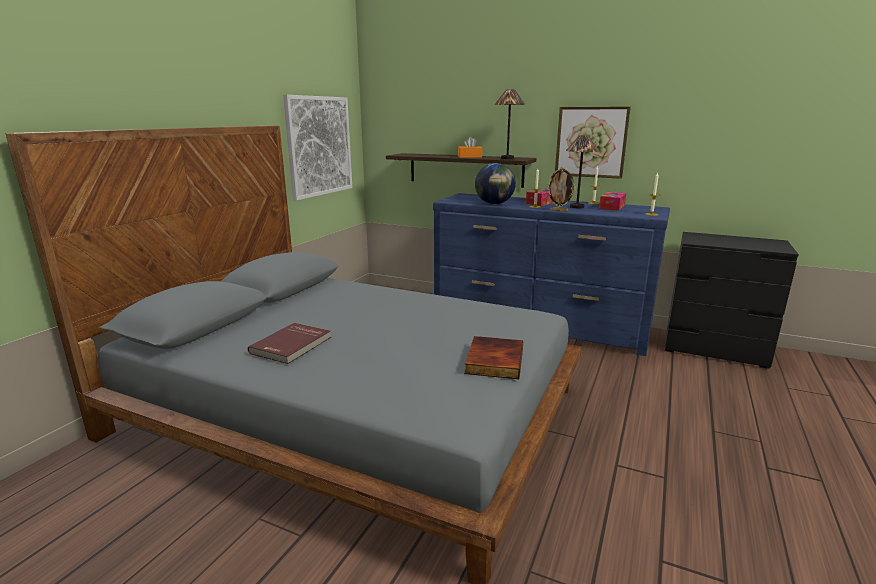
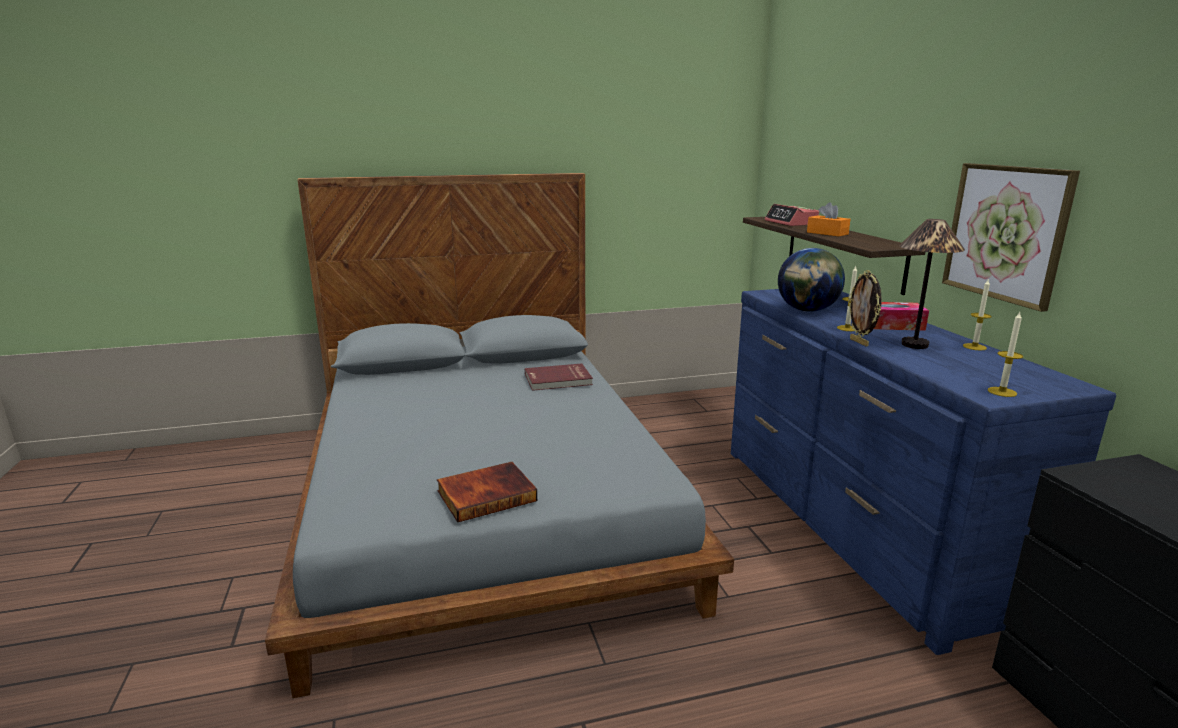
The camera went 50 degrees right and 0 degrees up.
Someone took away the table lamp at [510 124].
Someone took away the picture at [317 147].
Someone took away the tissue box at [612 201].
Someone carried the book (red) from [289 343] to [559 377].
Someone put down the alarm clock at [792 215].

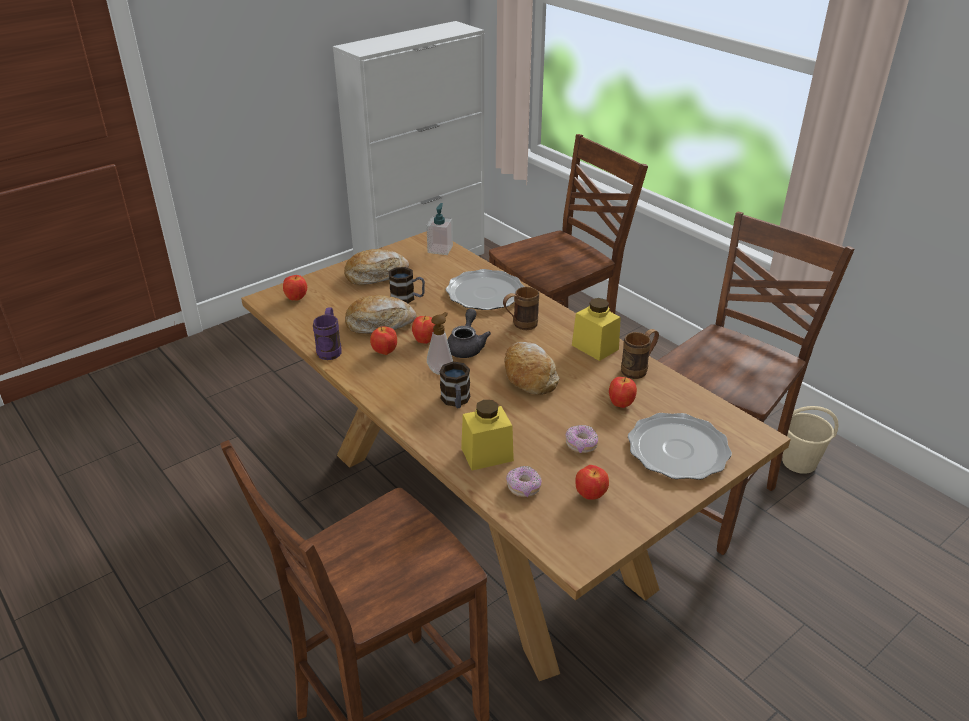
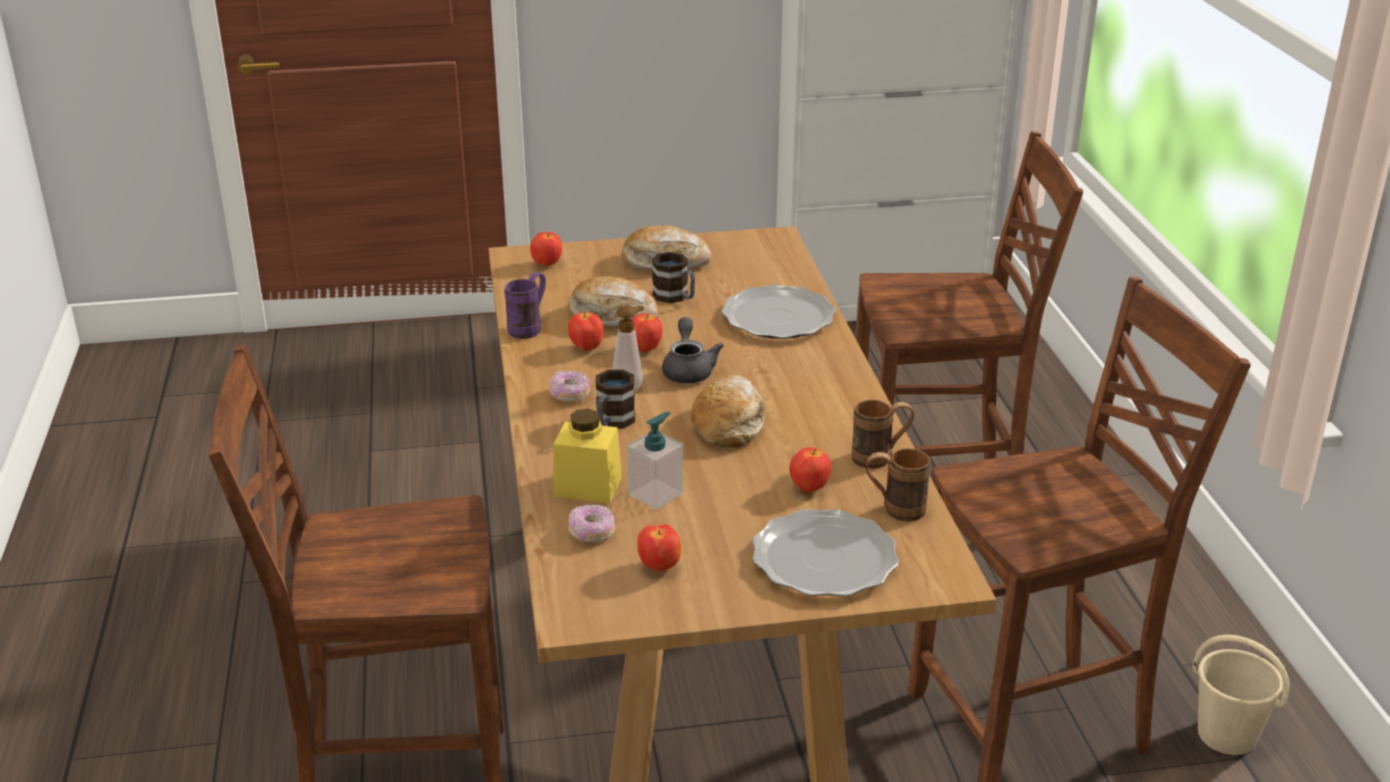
The camera went 30 degrees right and 5 degrees down.
Someone carried the soap dispenser from [439 229] to [655 461].
Someone carried the mug (brown) from [521 308] to [898 485].
Someone took away the jar (yellow) at [596 329].
Someone rotated the teapot (grey) at [469 333] by 45 degrees counterclockwise.
Someone carried the donut from [582 439] to [569 386].

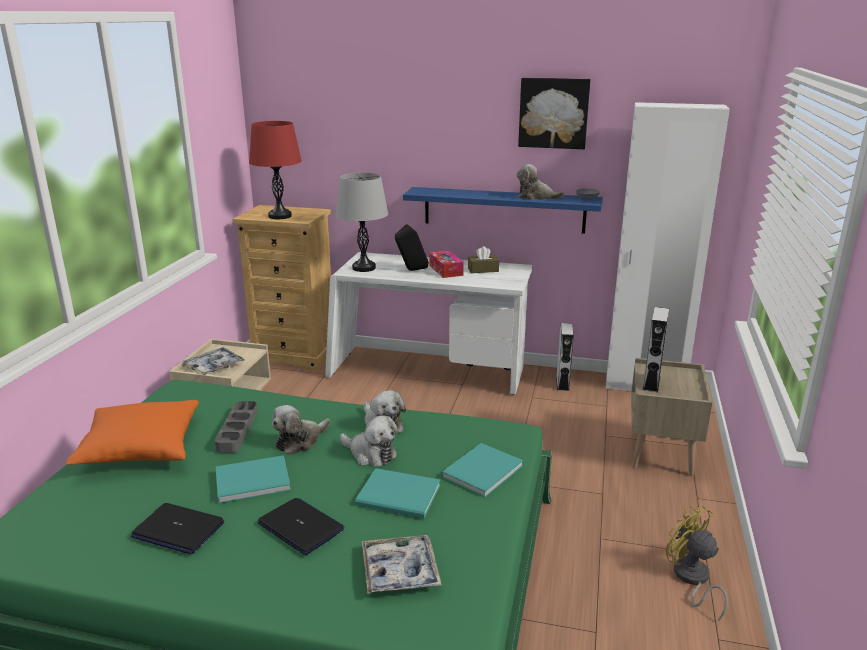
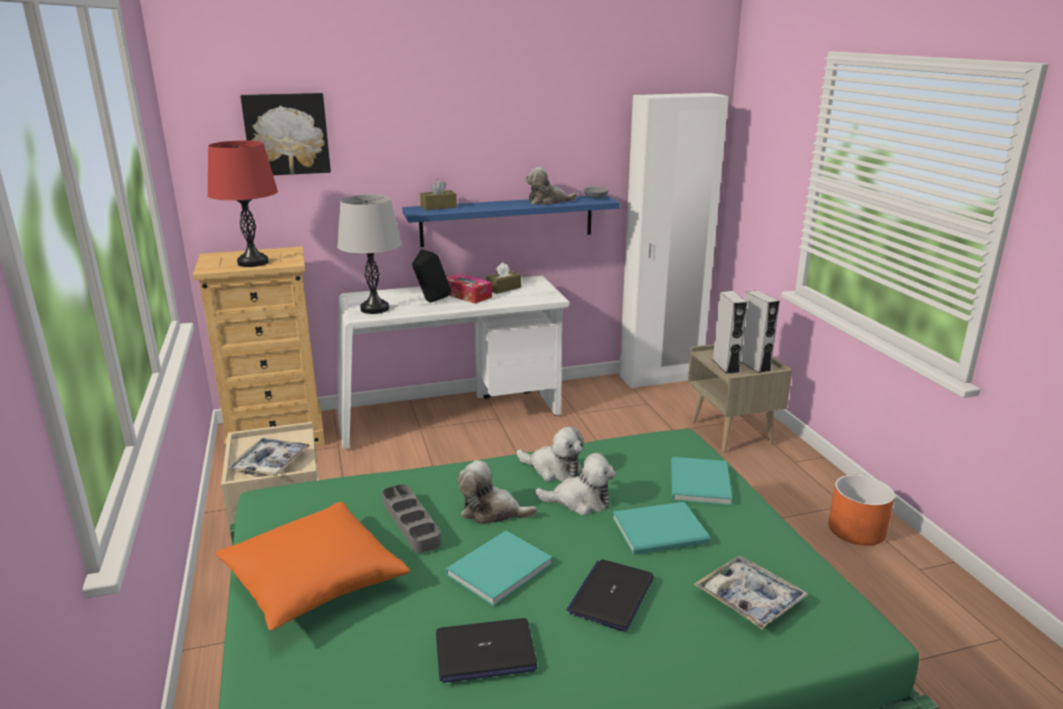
The camera went 30 degrees left and 0 degrees up.
Someone carried the picture from [554 113] to [286 134].
Someone carried the speaker (grey) from [565 357] to [759 331].
Someone rotated the plush toy at [301 430] by 90 degrees clockwise.
Someone rotated the laptop at [301 526] by 75 degrees counterclockwise.
Someone swapped the fan (yellow) at [697 563] for the planter (orange) at [861 510].
Someone put down the tissue box (brown) at [438 194].

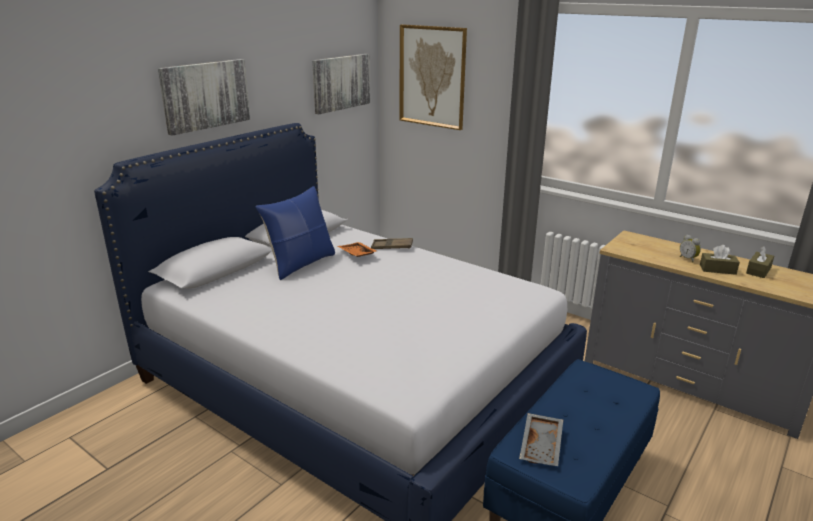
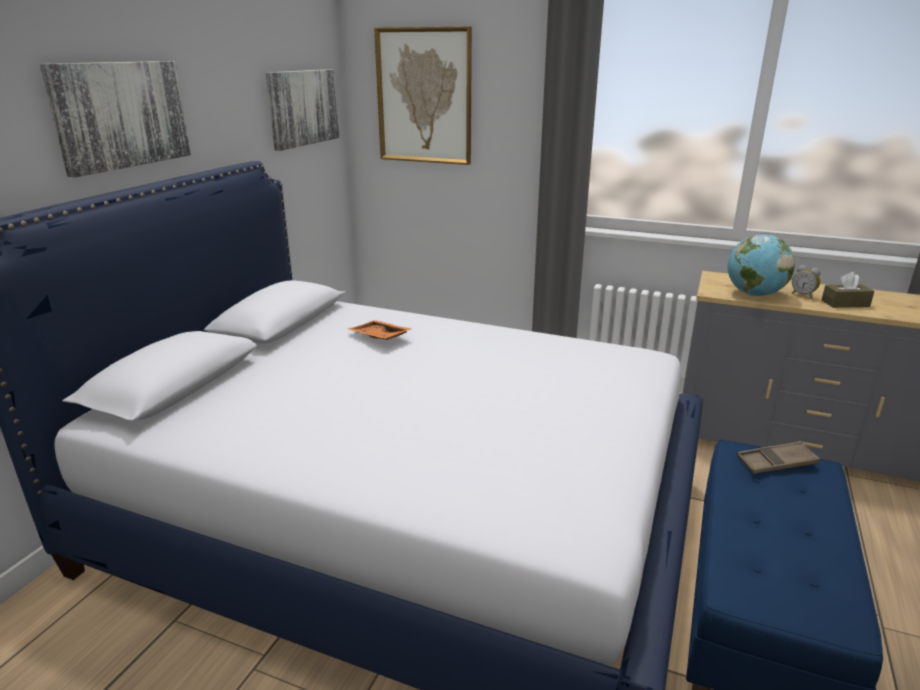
The camera went 15 degrees left and 0 degrees up.
Someone took away the pillow (blue) at [295 233].
Someone carried the tray (brown) from [392 243] to [778 457].
Someone took away the tissue box (brown) at [760 262].
Someone took away the tray (grey) at [541 439].
Someone put down the globe at [761 265].

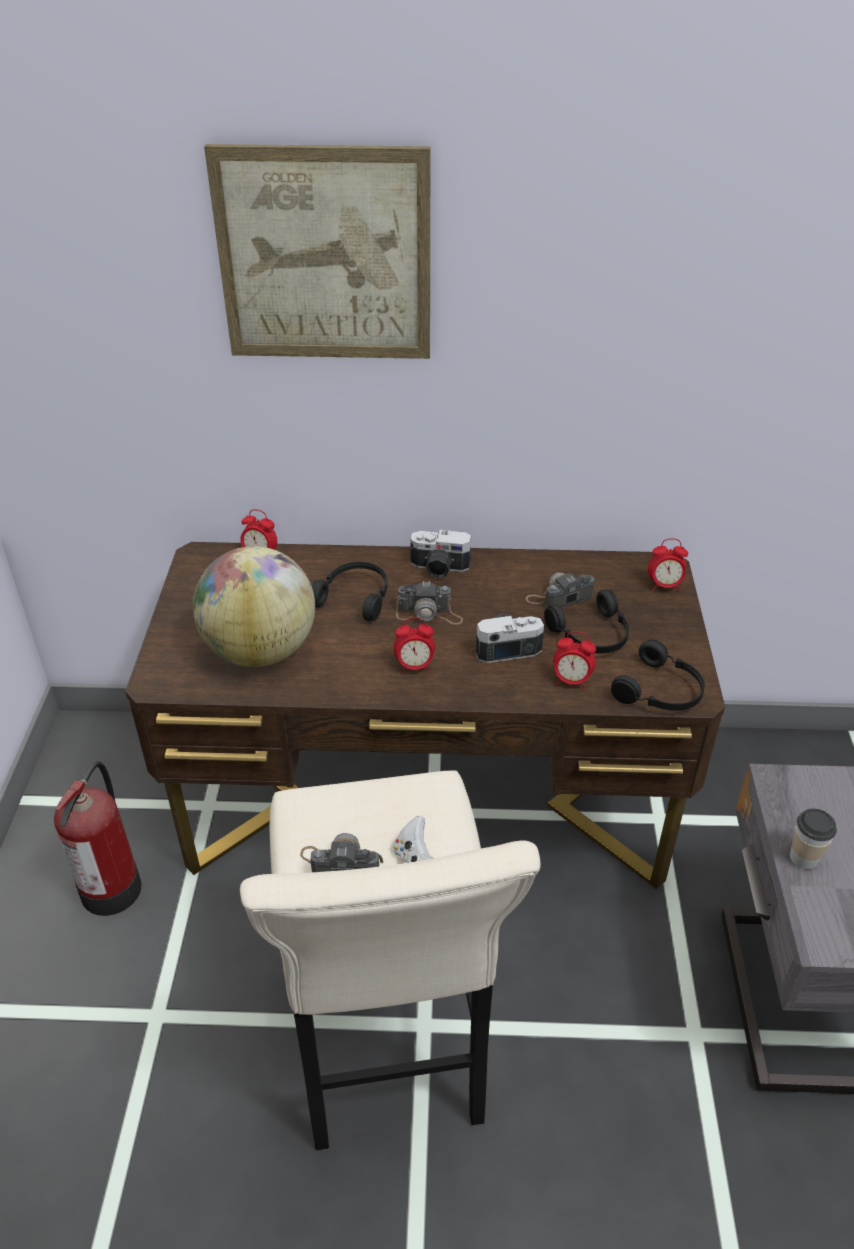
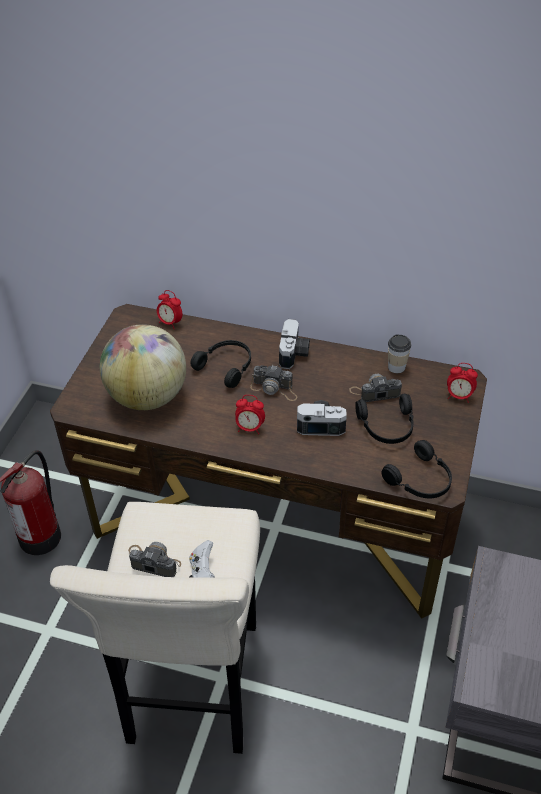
The camera went 15 degrees right and 5 degrees up.
Someone took away the picture at [317 251].
Someone rotated the photo camera at [440 554] by 105 degrees counterclockwise.
Someone took away the alarm clock at [574 660].
Someone carried the cup from [813 839] to [399 353].

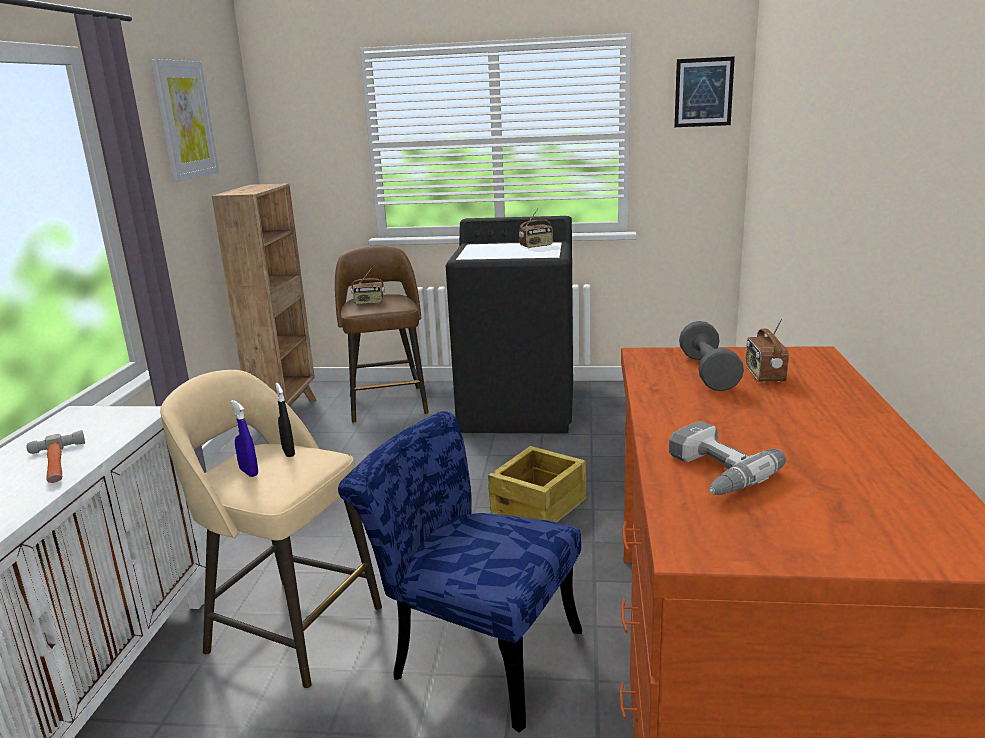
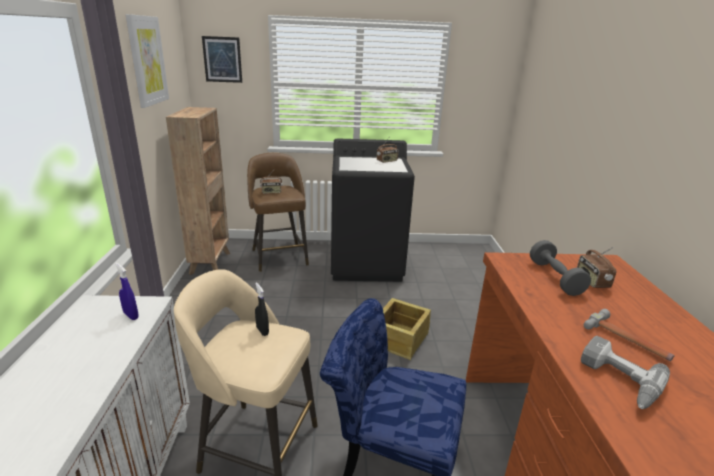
The camera went 10 degrees left and 5 degrees up.
Someone carried the picture from [704 91] to [222 59].
Someone carried the spray bottle (blue) from [244 438] to [127 291].
Someone carried the hammer from [55 456] to [629 335].

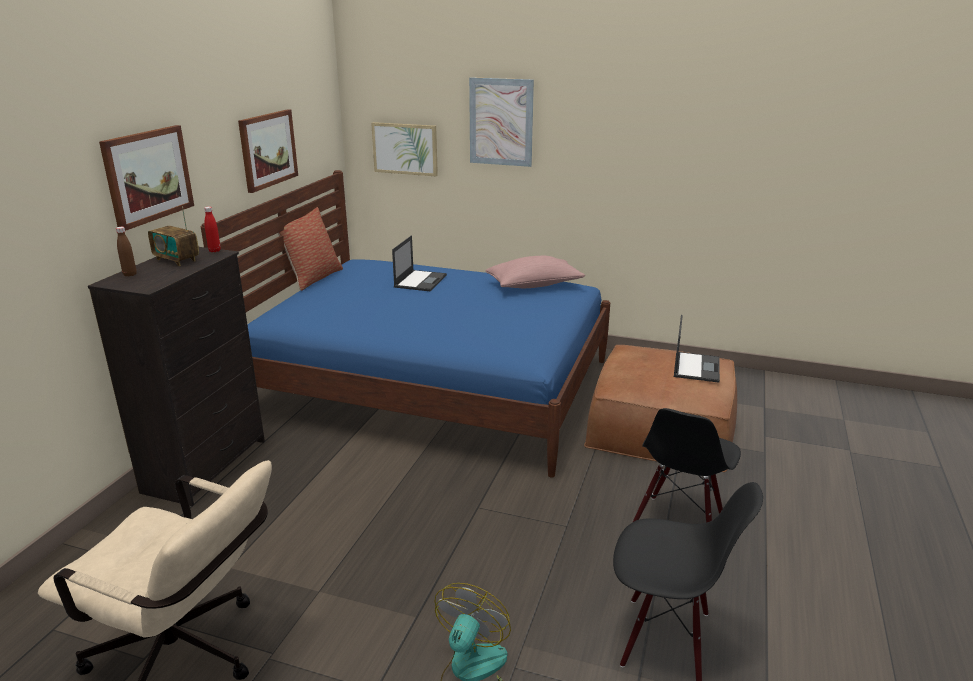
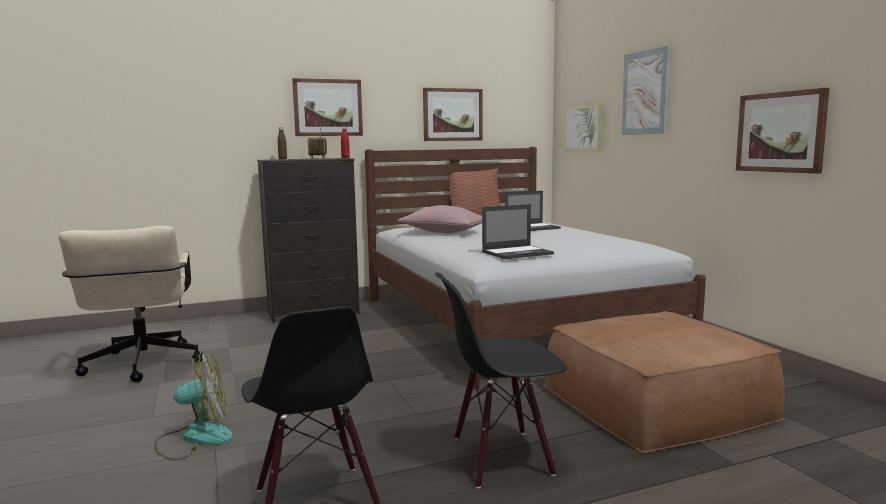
The camera went 50 degrees right and 15 degrees down.
Someone repainted the bed (blue) at [405 324], which became the bed (white) at [535 268].
Someone carried the pillow (pink) from [535 272] to [440 219].
Someone carried the laptop from [697 349] to [518 231].
Someone put up the picture at [782 131].

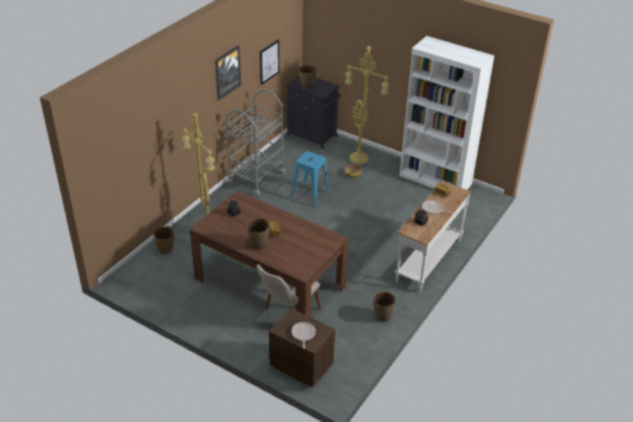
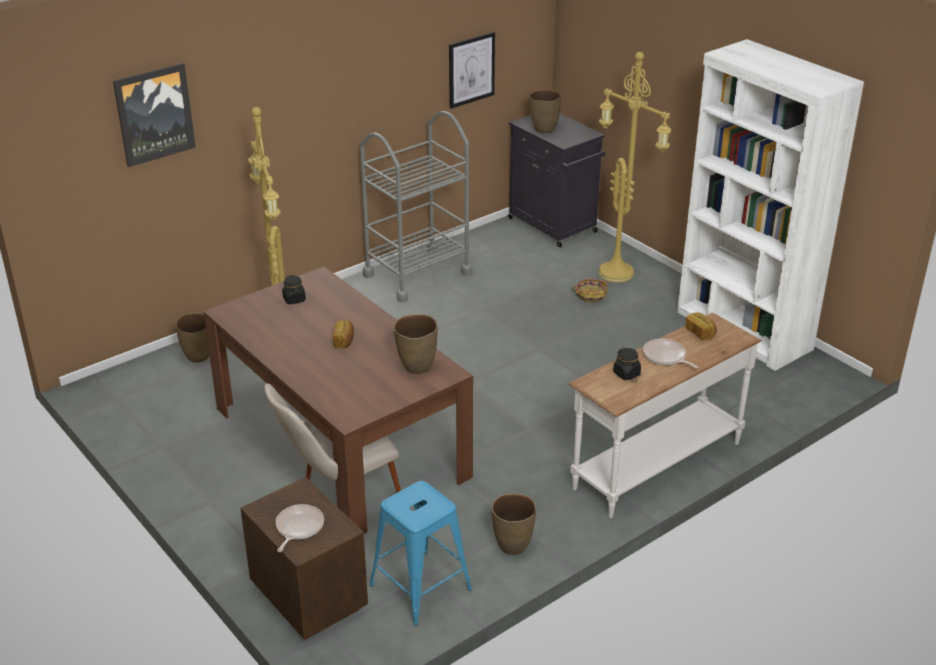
The camera went 20 degrees right and 5 degrees down.
Someone carried the picture from [228 73] to [154 115].
Someone carried the stool (blue) from [310 179] to [421 553].
Someone carried the vase (brown) from [258 233] to [416 344].

